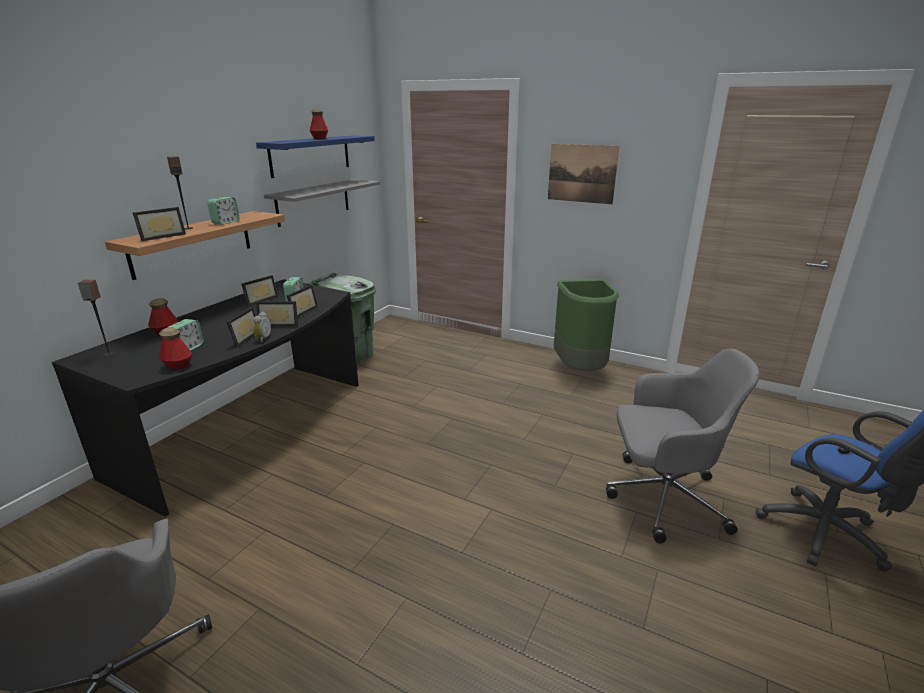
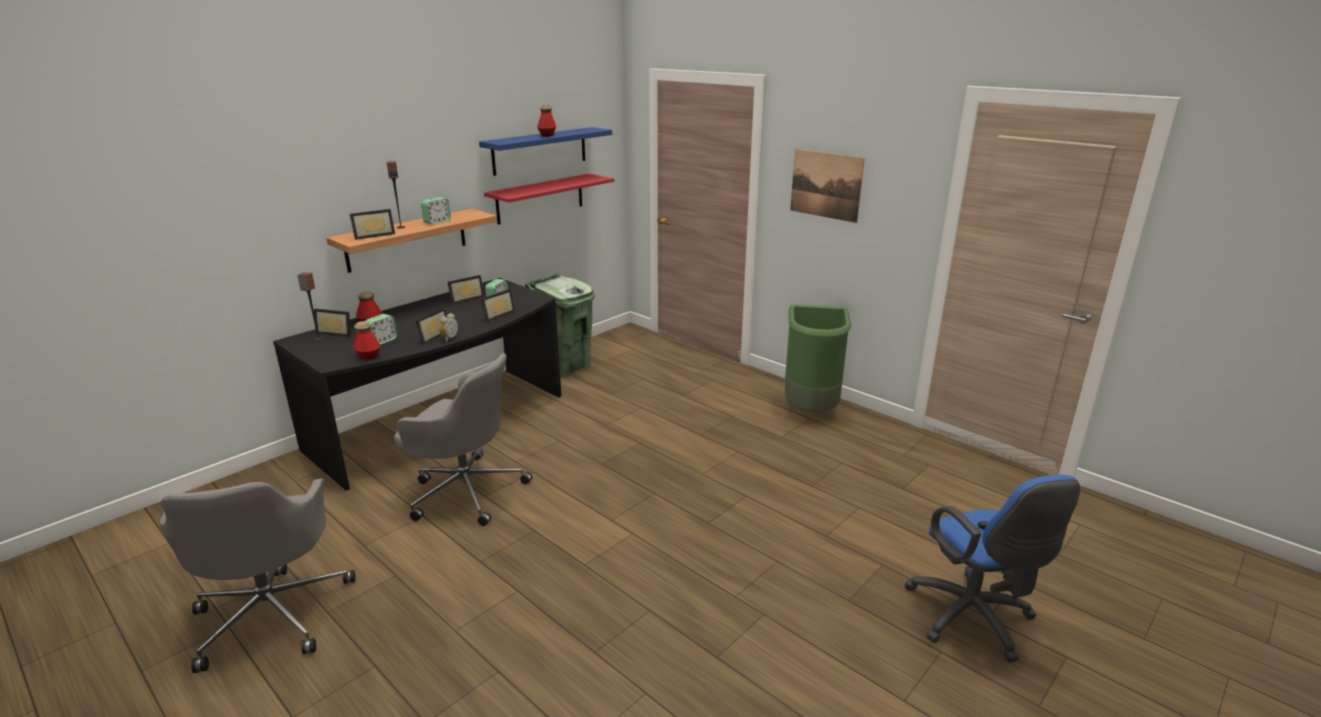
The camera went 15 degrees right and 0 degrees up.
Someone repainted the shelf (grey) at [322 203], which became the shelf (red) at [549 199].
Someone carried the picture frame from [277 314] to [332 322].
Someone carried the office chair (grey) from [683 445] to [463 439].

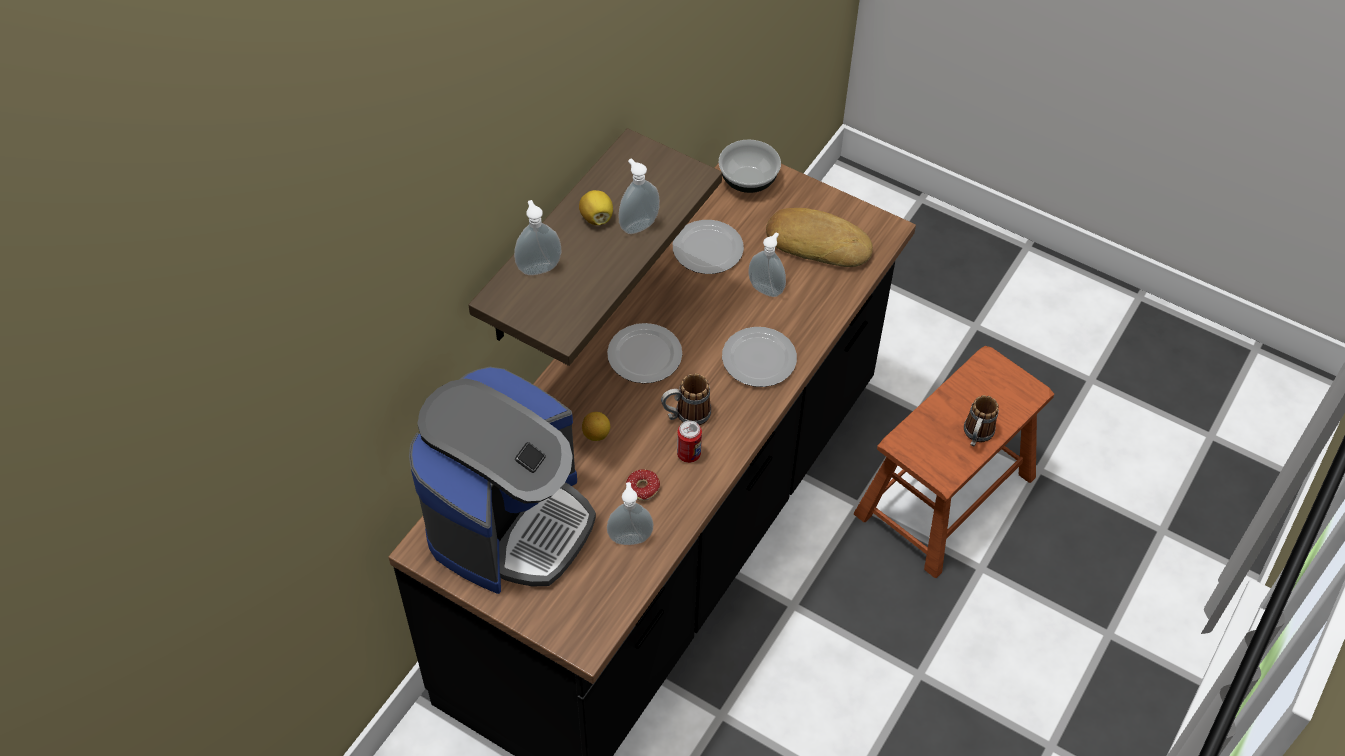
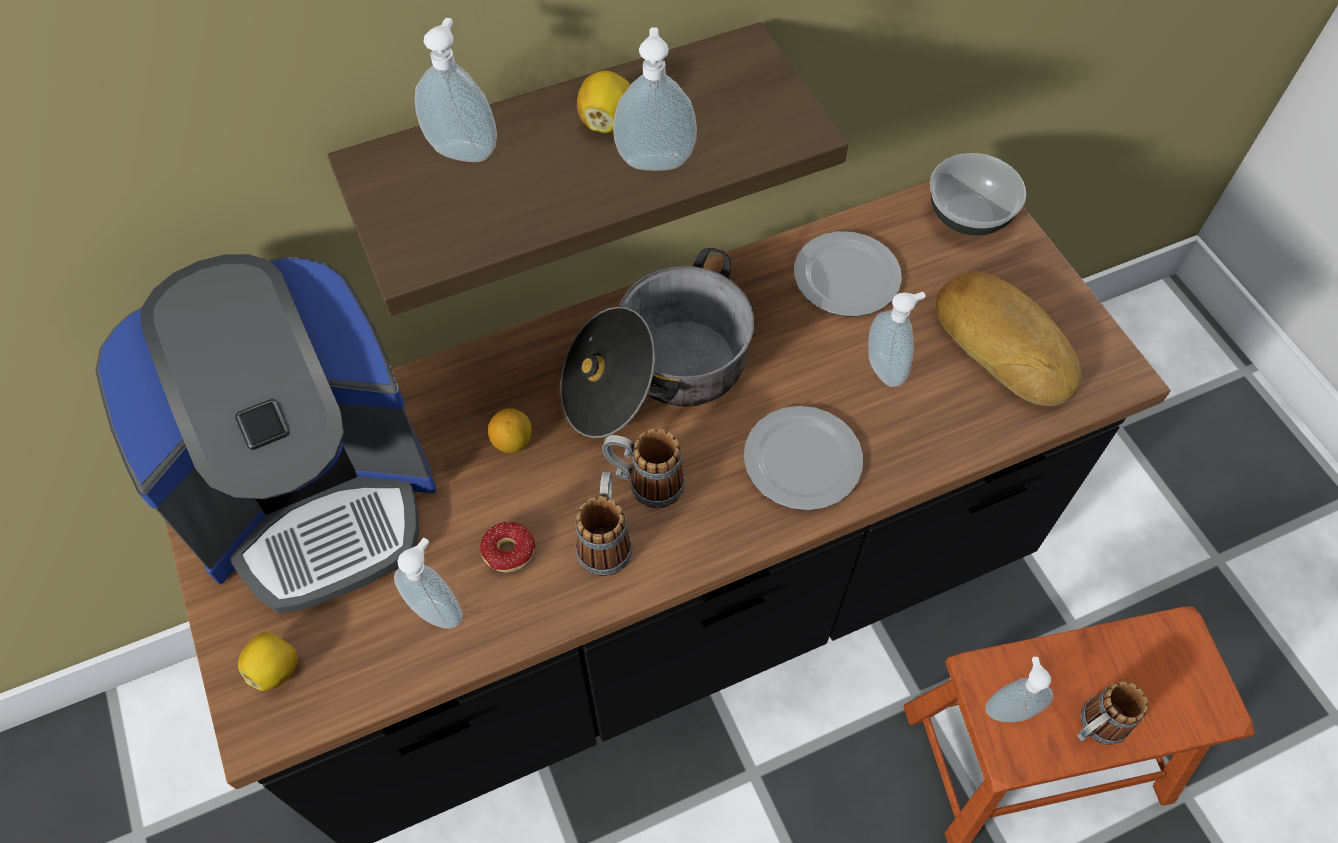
The camera went 35 degrees right and 5 degrees up.
Someone swapped the plate at [644 353] for the cooking pot at [657 343].
Someone swapped the can at [689 442] for the mug at [604 524].
Someone put down the lemon at [268 661].
Someone put down the soap dispenser at [1019 689].

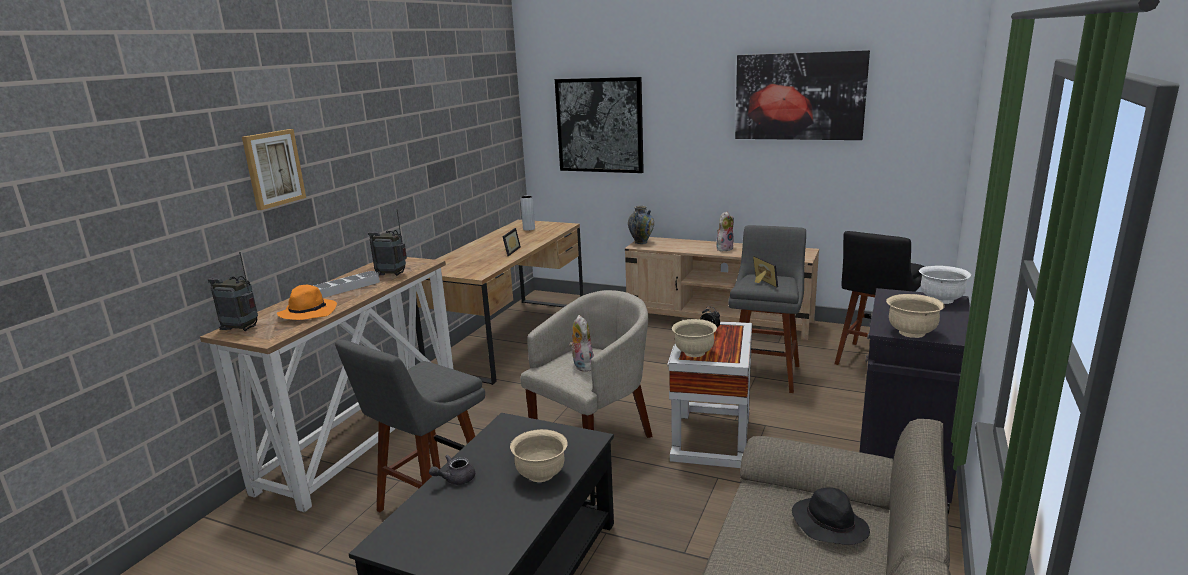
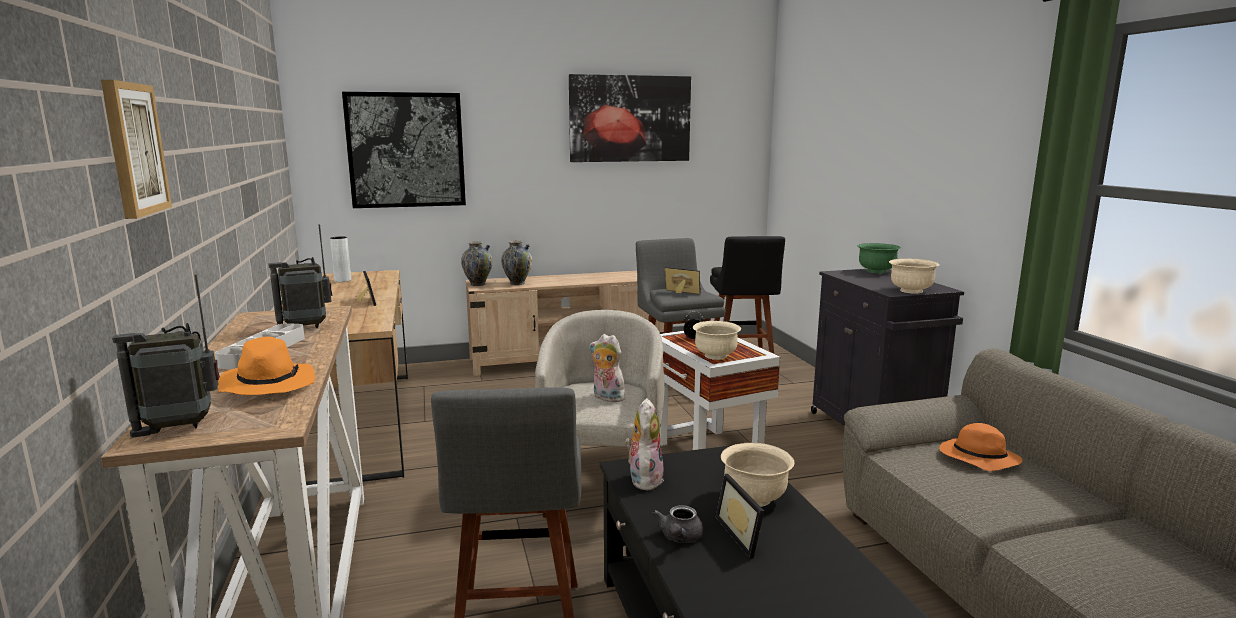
The camera went 40 degrees left and 5 degrees down.
Someone carried the plush toy from [725 231] to [644 444].
Someone repainted the bowl (white) at [945 285], which became the bowl (green) at [879 258].
Someone repainted the hat (black) at [831 516], which became the hat (orange) at [981 447].
Someone put down the vase at [516 263].
Someone put down the picture frame at [740 516].

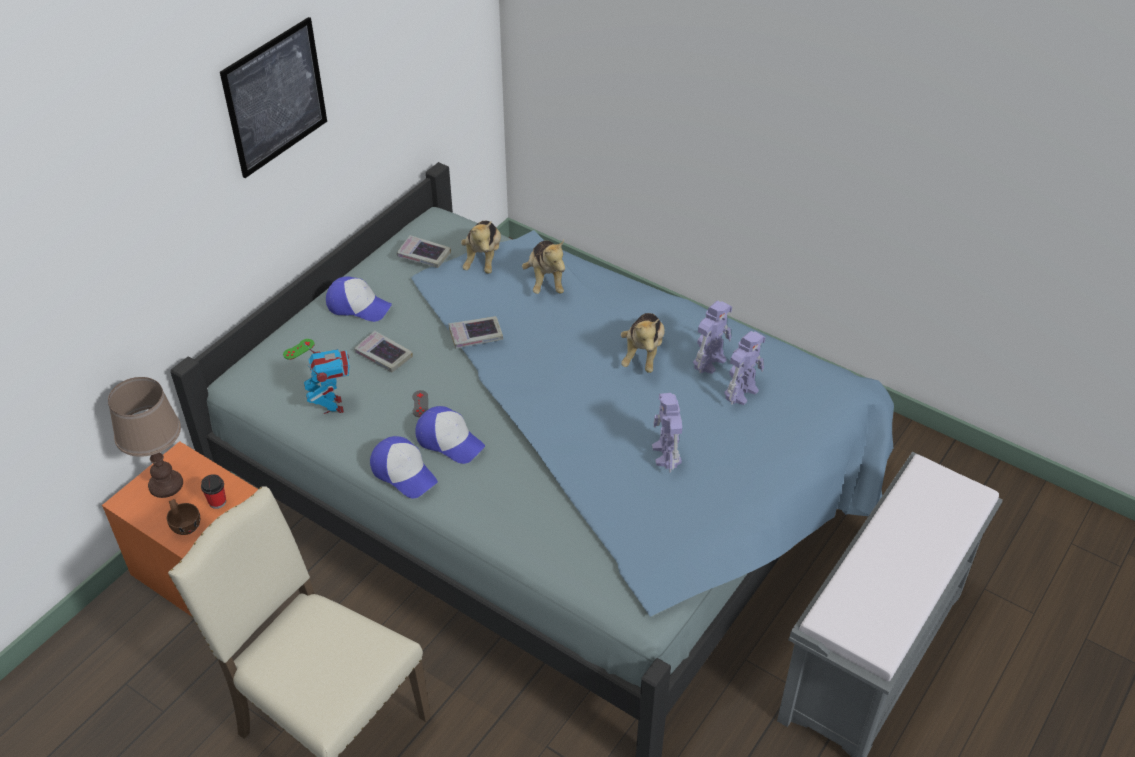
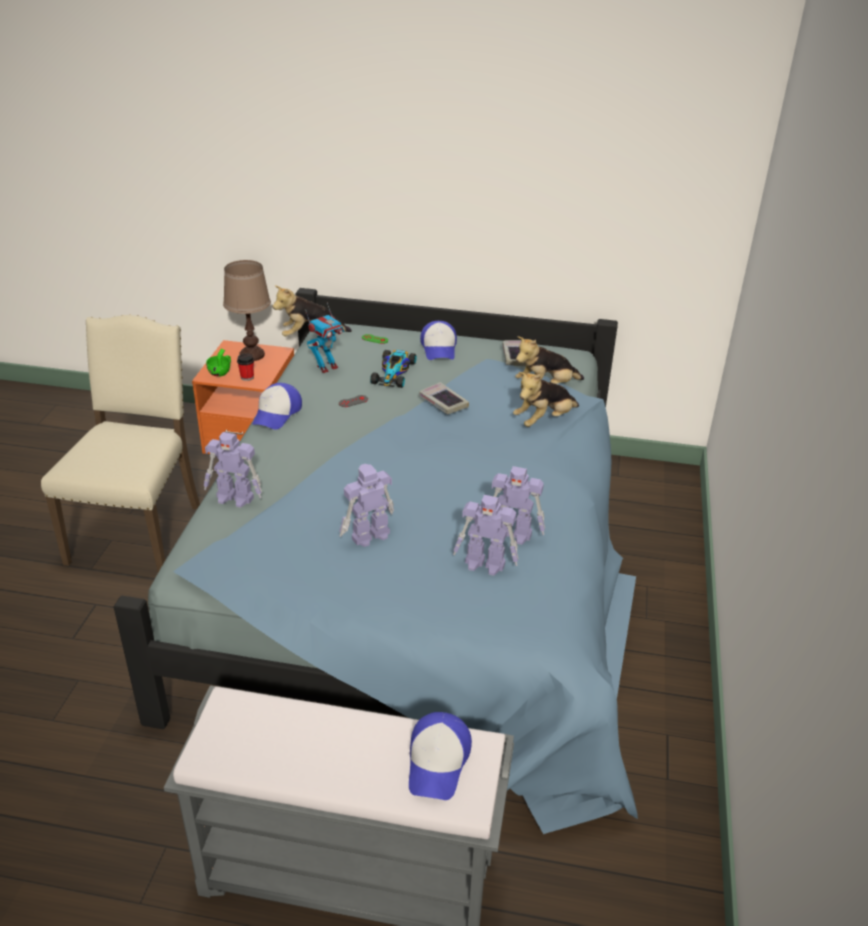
The camera went 65 degrees right and 10 degrees down.
Someone took away the picture at [273 97].
Someone carried the plush toy from [643 343] to [312 310].
Someone swapped the book at [383 352] for the toy car at [393 369].
Someone carried the cap from [450 435] to [440 756].
Someone repainted the cup (brown) at [183 517], which became the cup (green) at [218 363].
Someone put down the toy robot at [233 470].

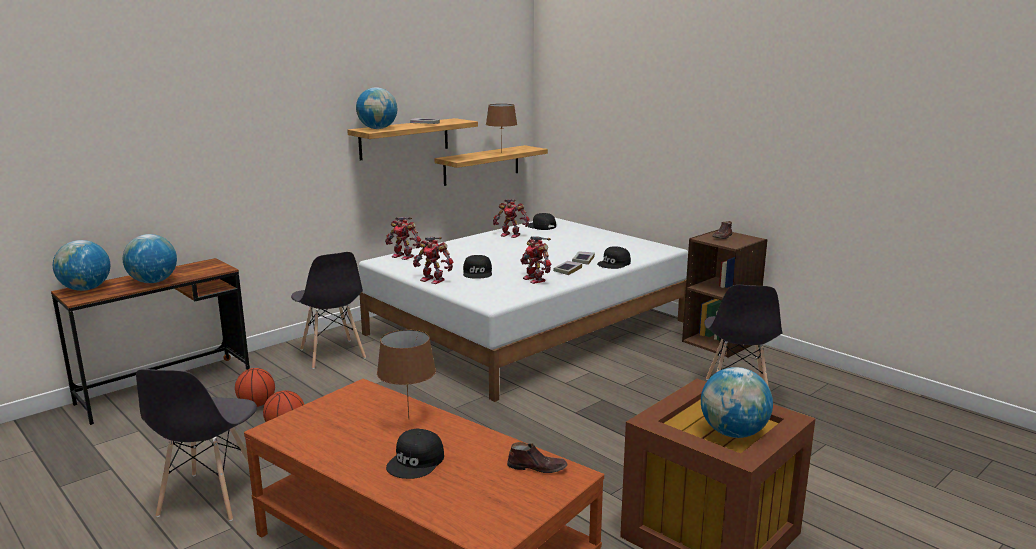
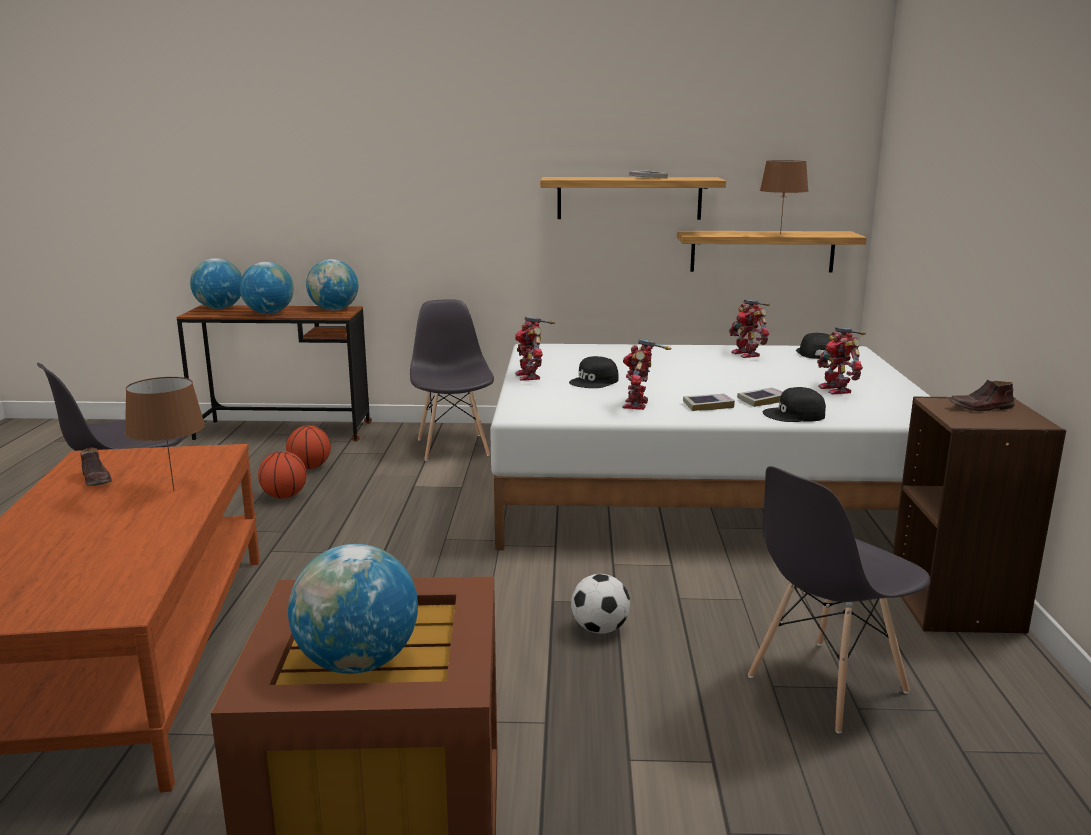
The camera went 45 degrees right and 0 degrees up.
Someone carried the globe from [376 108] to [332 285].
Someone carried the toy robot from [403 238] to [841 360].
Someone rotated the chair (grey) at [328 310] by 150 degrees clockwise.
Someone took away the cap (black) at [415 454].
Someone carried the shoe (brown) from [537 457] to [96 467].
Someone put down the football at [600 604].

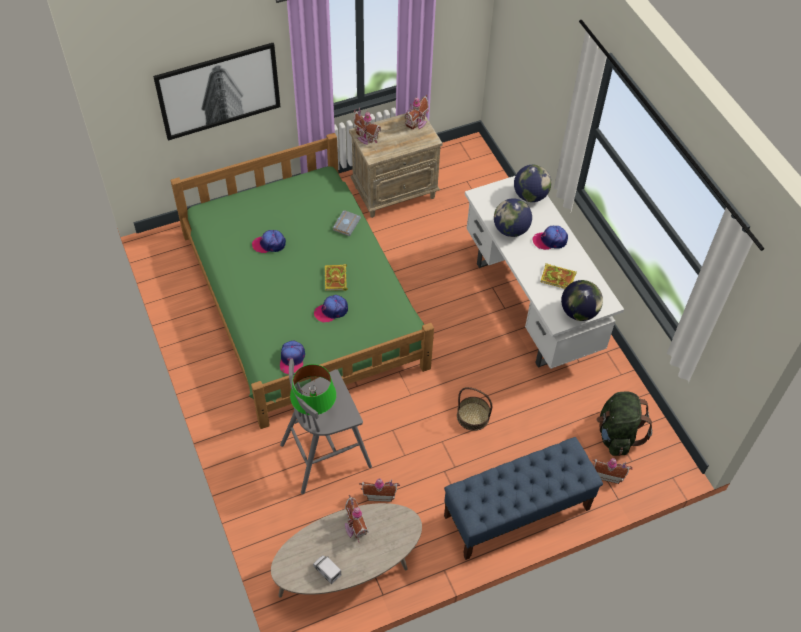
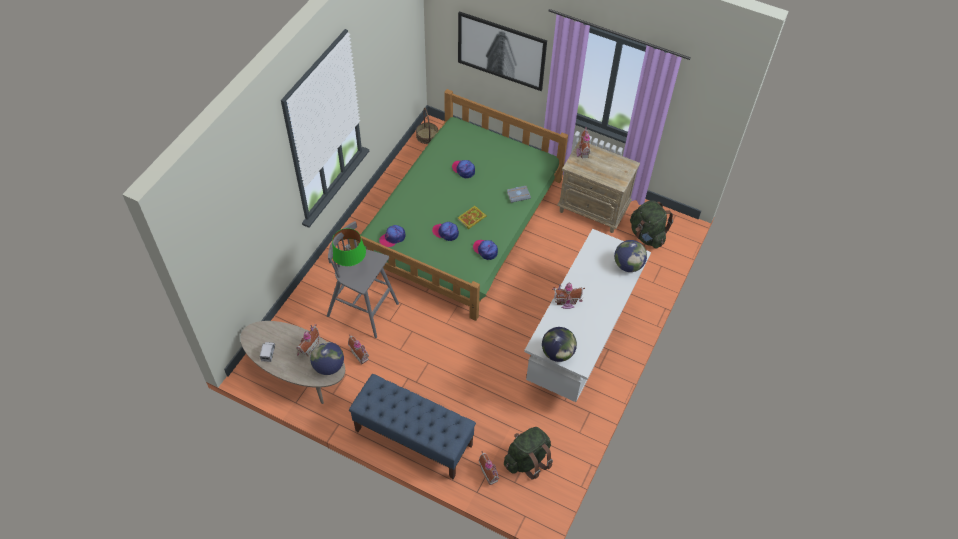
The camera went 50 degrees right and 0 degrees up.
Someone carried the toy house from [416 112] to [568 295].
Someone carried the globe from [513 217] to [327 358].
Someone carried the cap from [550 238] to [485 250].
Someone took away the book at [558 276].
Someone carried the basket from [474 409] to [427 126].
Someone put down the backpack (green) at [651 224].

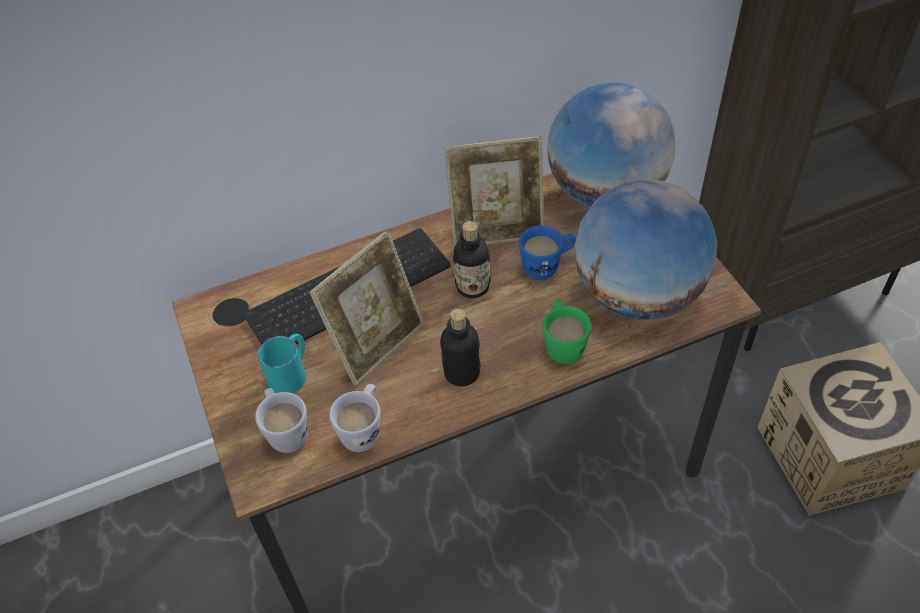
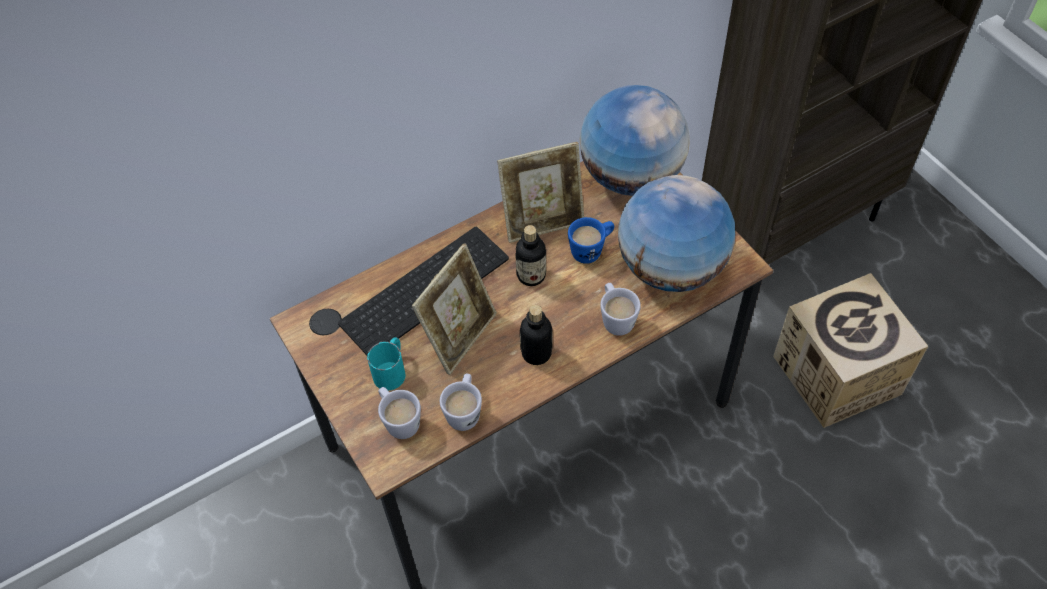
The camera went 10 degrees left and 5 degrees up.
Someone repainted the mug (green) at [567 332], which became the mug (white) at [620 309].

